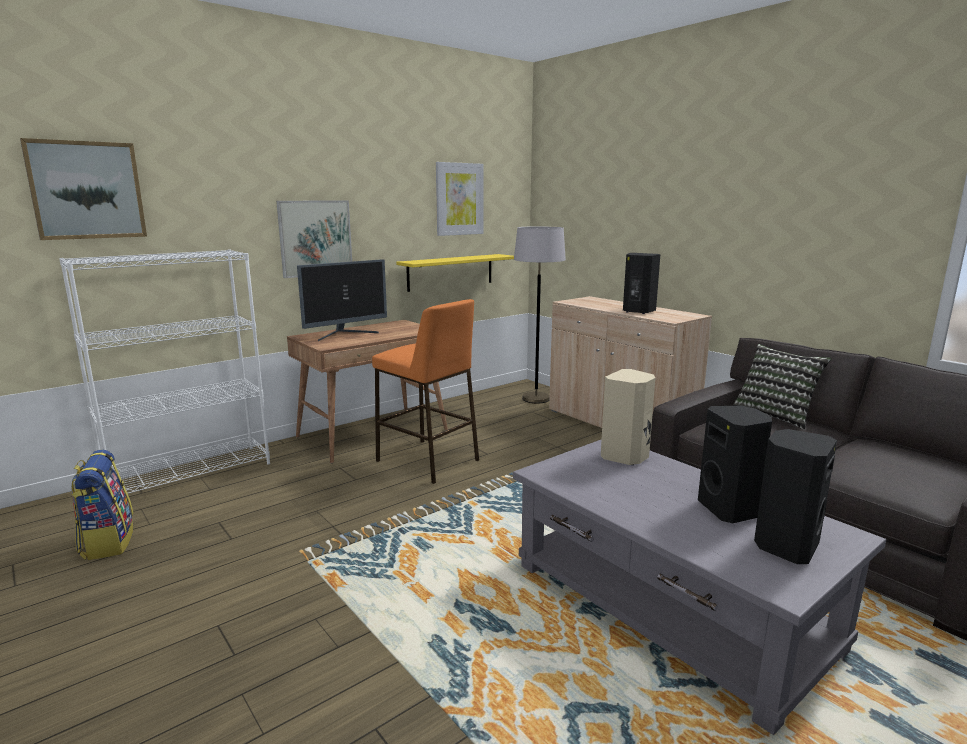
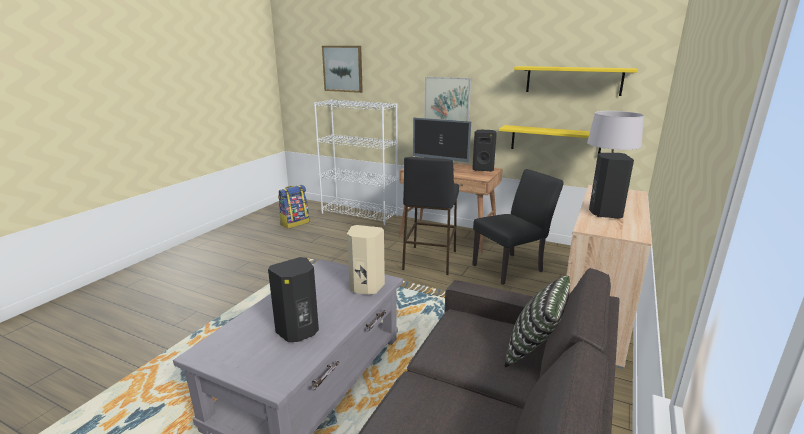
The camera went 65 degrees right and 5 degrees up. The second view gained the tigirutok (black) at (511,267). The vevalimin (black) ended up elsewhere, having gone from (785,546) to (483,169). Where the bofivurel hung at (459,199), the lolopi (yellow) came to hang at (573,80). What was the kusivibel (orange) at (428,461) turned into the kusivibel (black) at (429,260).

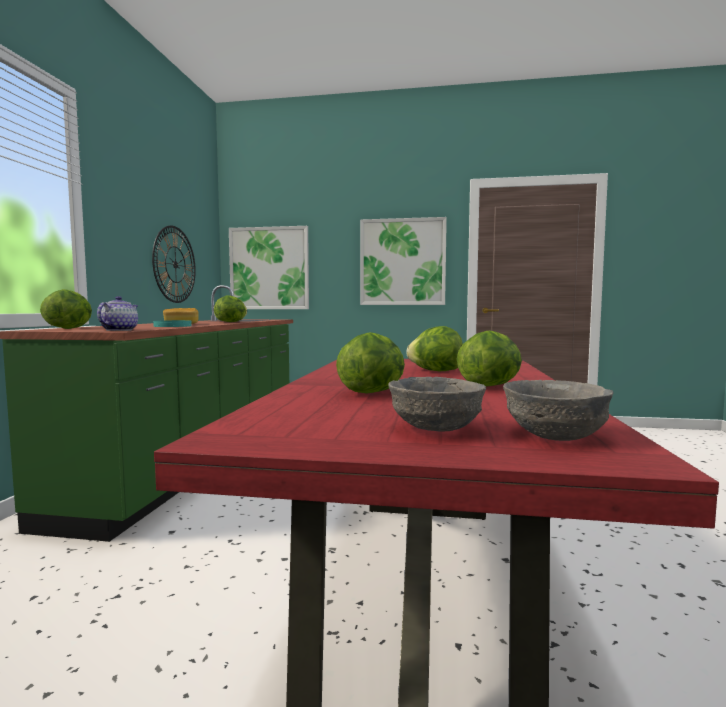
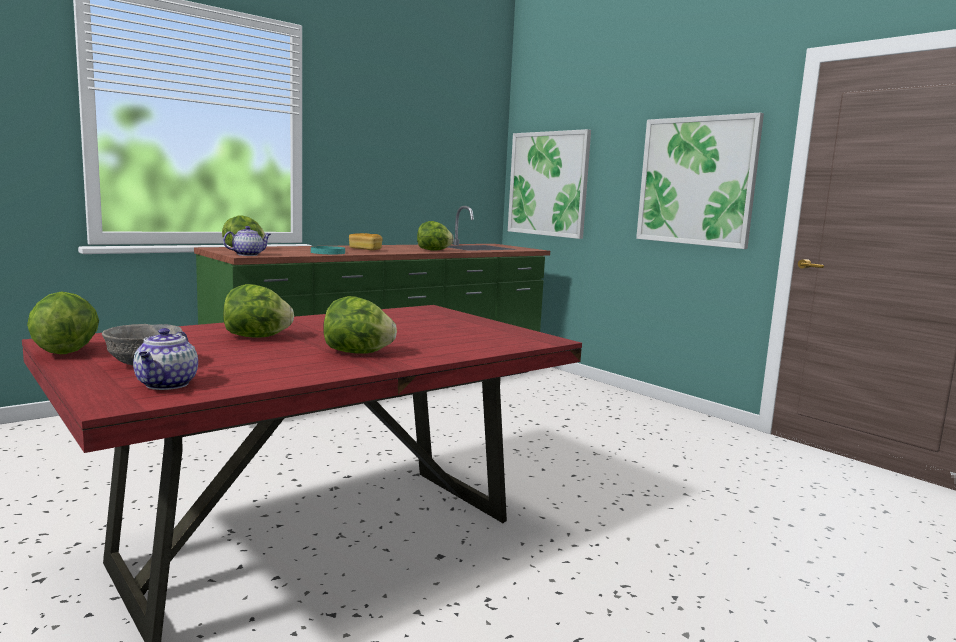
The camera went 40 degrees right and 5 degrees up. The second view lost the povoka at (175,264). The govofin ended up elsewhere, having gone from (436,371) to (66,352). Where the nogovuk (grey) stood at (556,435), the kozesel came to stand at (167,385).

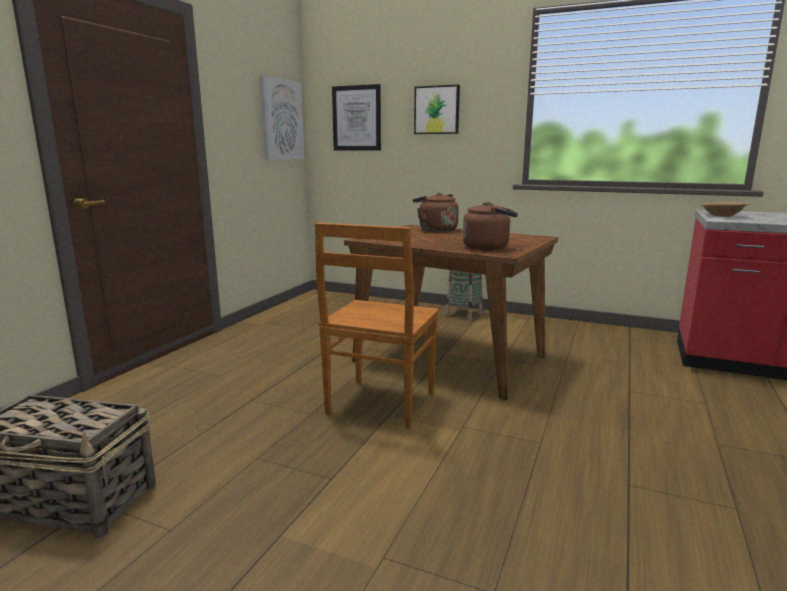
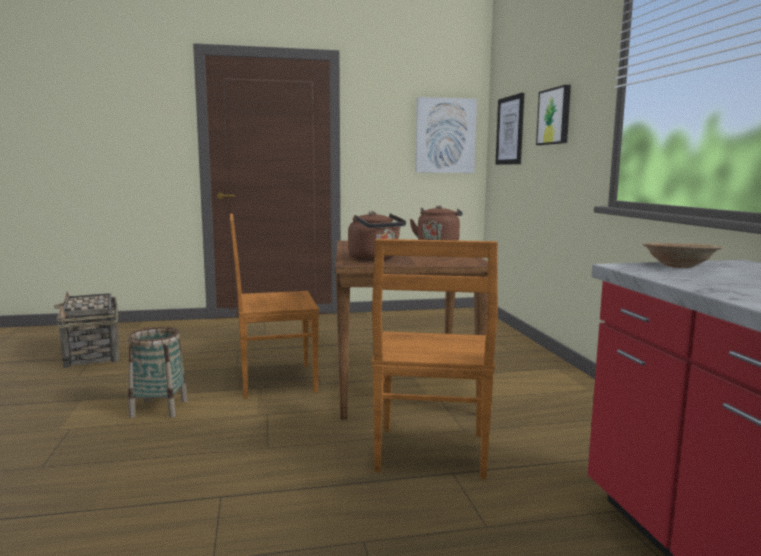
The camera went 55 degrees right and 5 degrees down. The second view gained the tigirutok (brown) at (430,454). The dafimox ended up elsewhere, having gone from (463,314) to (159,408).

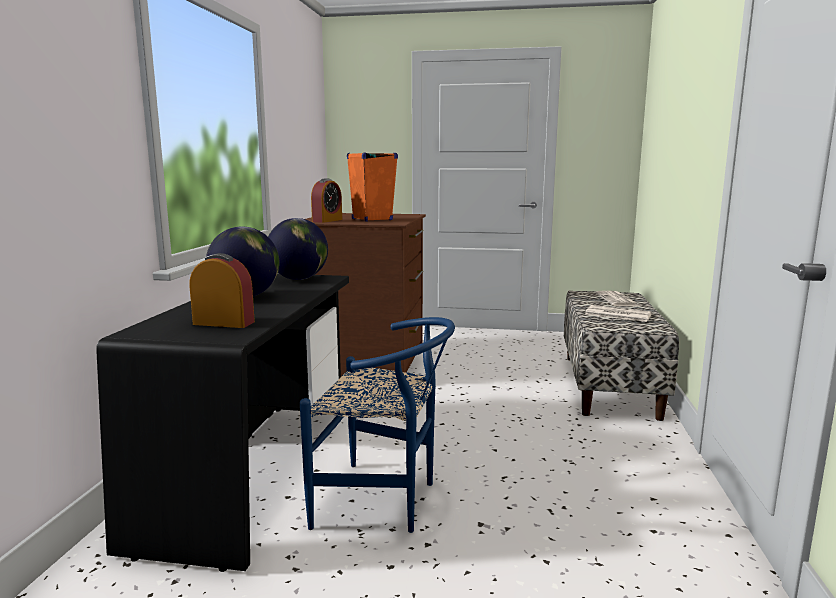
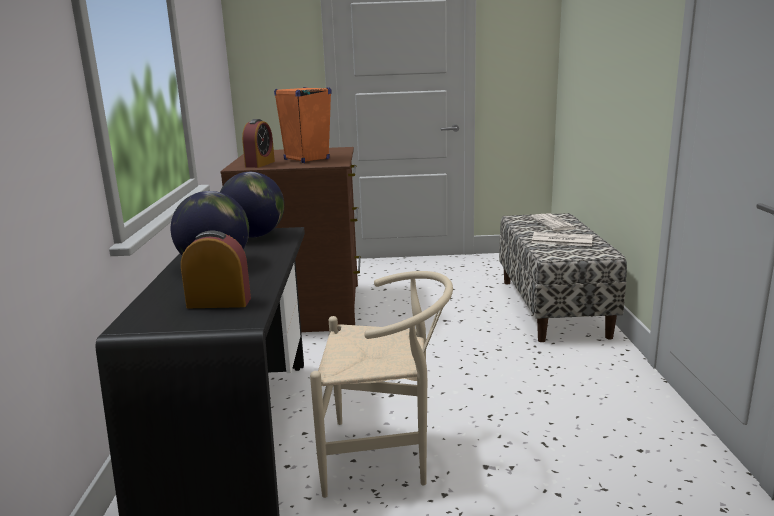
The camera went 10 degrees left and 5 degrees up. What was the tigirutok (blue) at (385,501) turned into the tigirutok (beige) at (387,456).

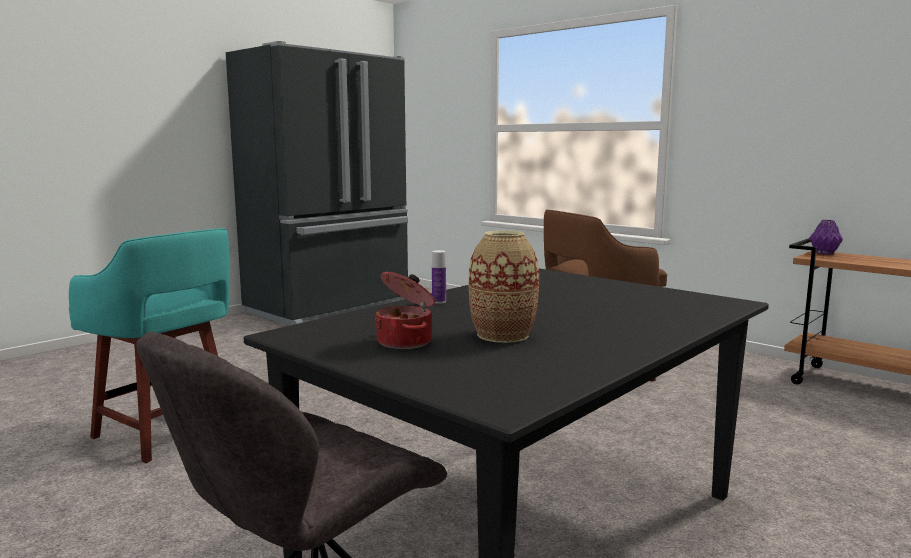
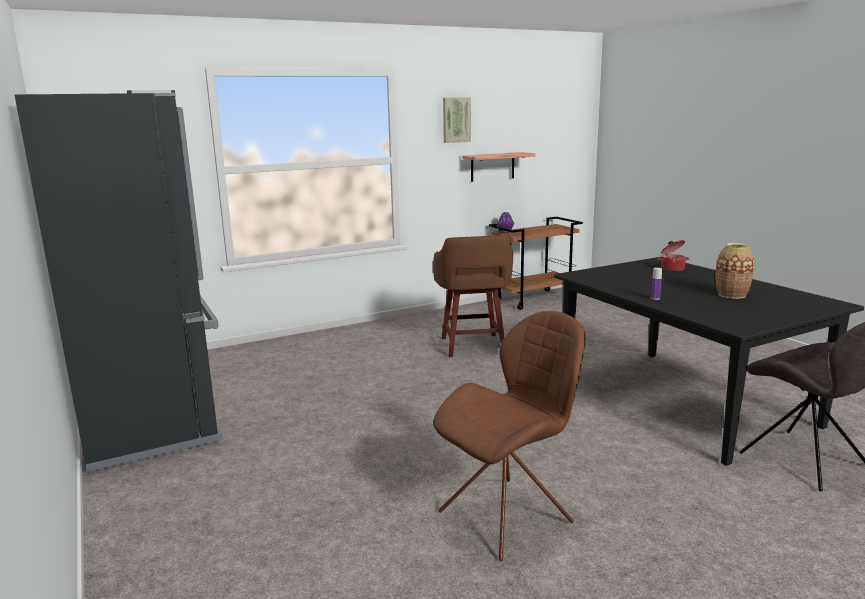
The camera went 70 degrees left and 5 degrees up. The second view gained the bofivurel at (456,120). The second view gained the lolopi at (492,166). The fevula ended up elsewhere, having gone from (406,342) to (672,268). Where the kusivibel (turquoise) stood at (167,433), the tigirutok (brown) came to stand at (509,515).

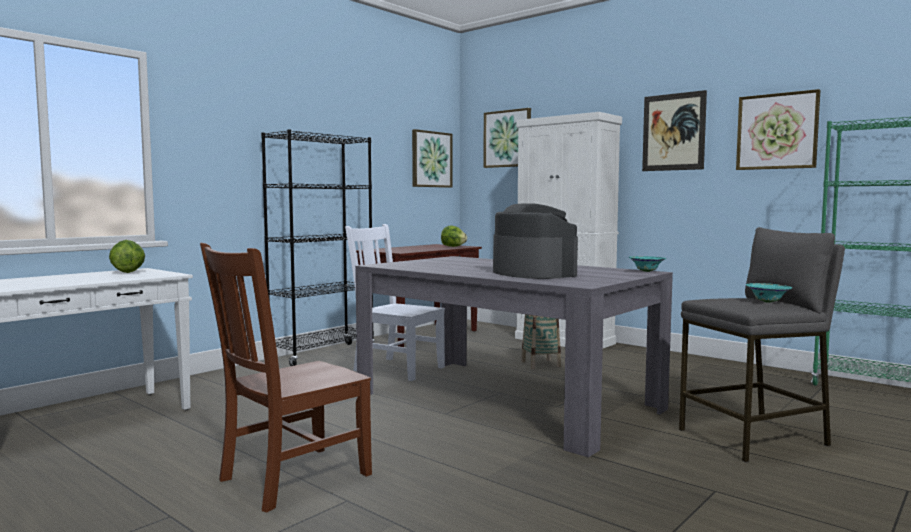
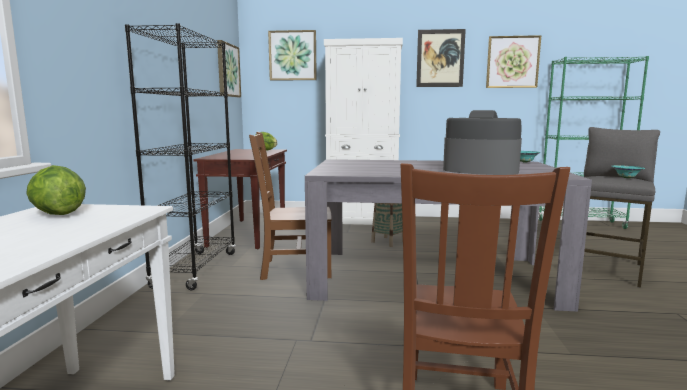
The camera went 35 degrees left and 5 degrees up. What was the tigirutok (white) at (396,368) turned into the tigirutok (brown) at (293,268).

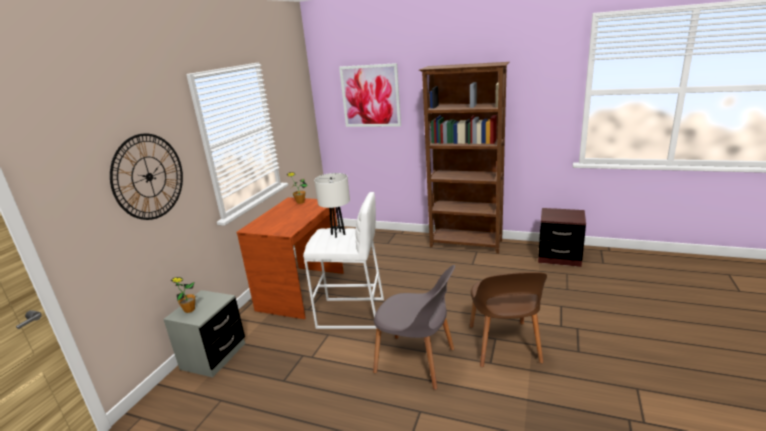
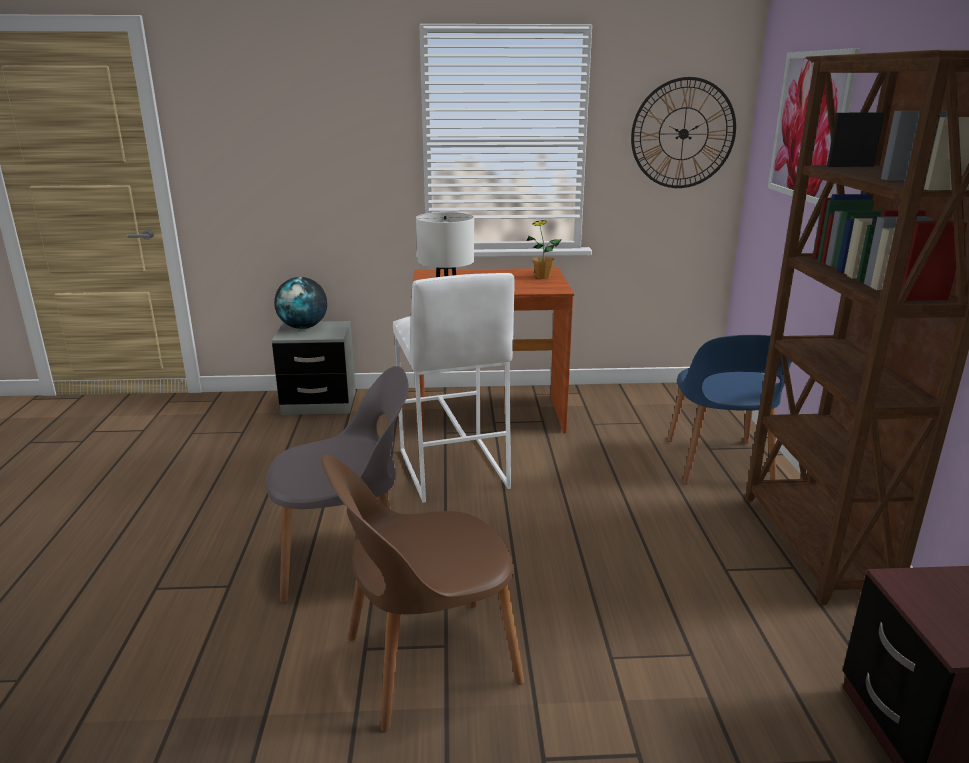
The camera went 65 degrees right and 0 degrees up. The second view gained the tigirutok (blue) at (718,464). The povoka ended up elsewhere, having gone from (149,177) to (683,134). Where the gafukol stood at (189,310), the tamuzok came to stand at (303,327). The tigirutok (grey) at (417,361) ended up facing another way, 105 degrees counterclockwise from before.

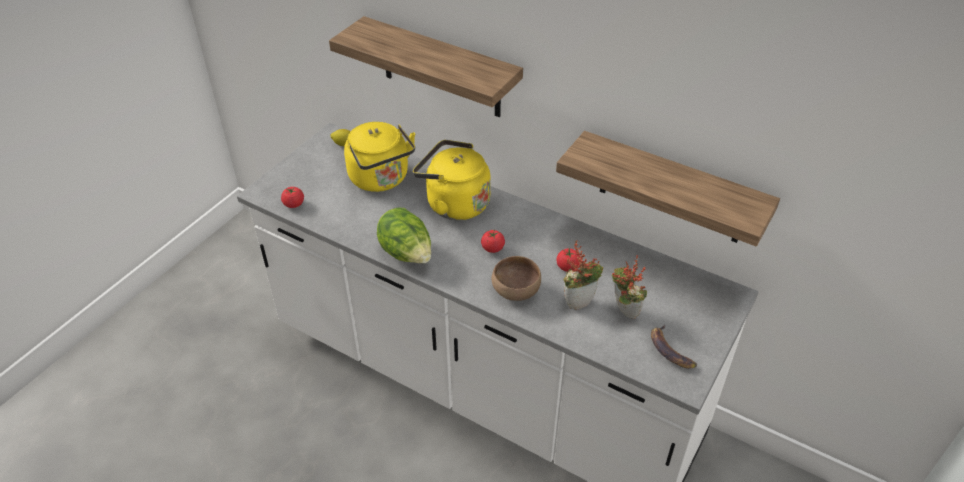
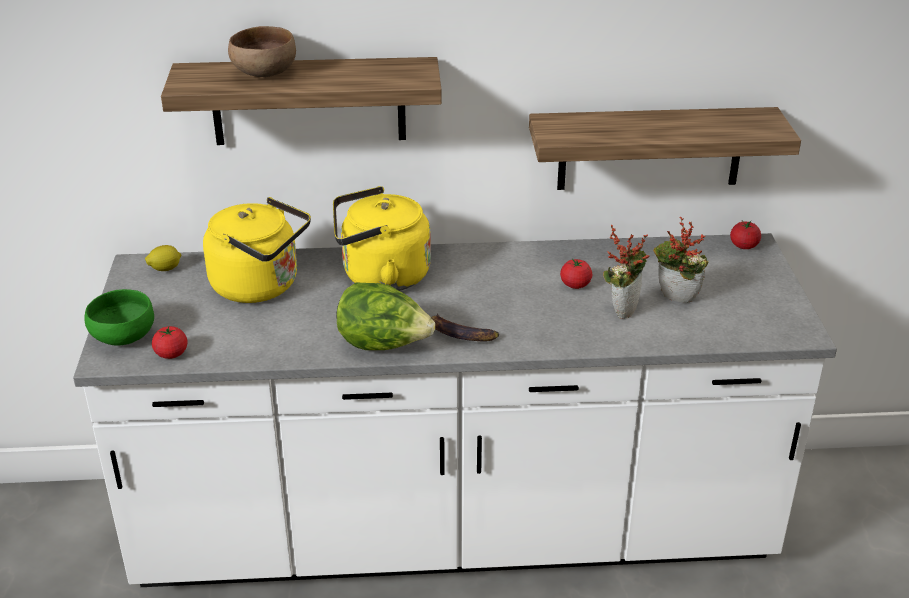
The camera went 35 degrees left and 10 degrees down. The second view gained the nogovuk (green) at (123,338). The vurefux ended up elsewhere, having gone from (492,248) to (743,246). The nogovuk (brown) ended up elsewhere, having gone from (515,291) to (264,74). The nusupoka ended up elsewhere, having gone from (669,350) to (460,334).

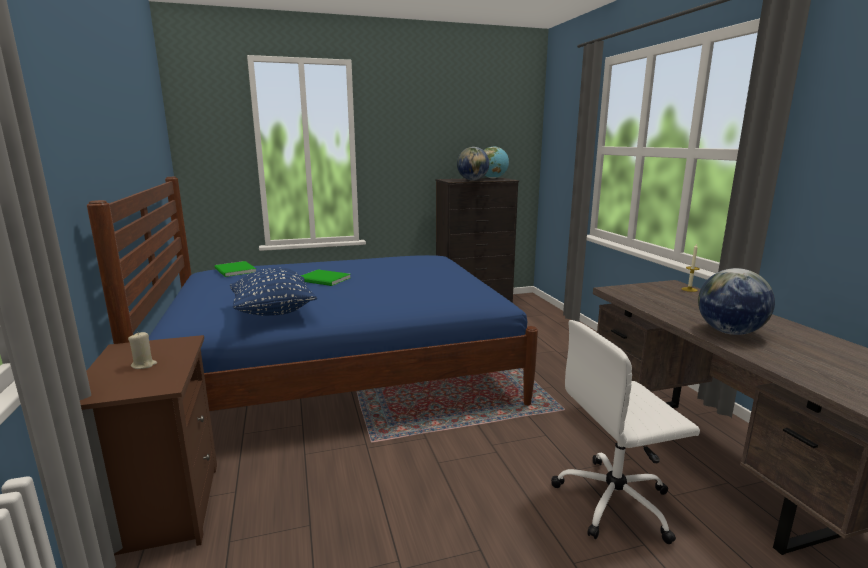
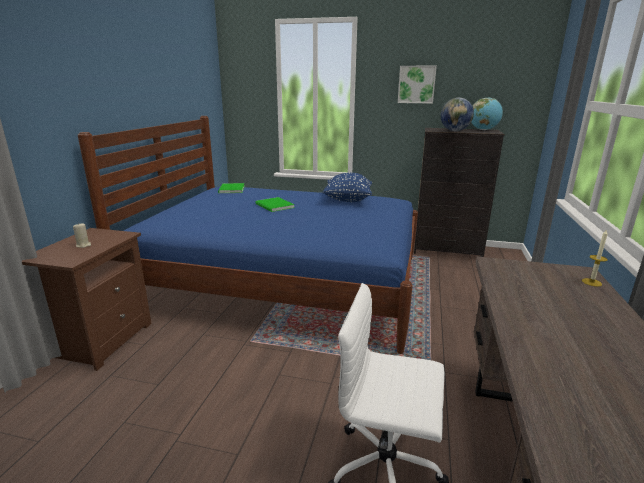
The camera went 30 degrees right and 5 degrees up. The second view lost the tamuzok at (729,332). The second view gained the bofivurel at (416,84). The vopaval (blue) ended up elsewhere, having gone from (273,312) to (348,200).

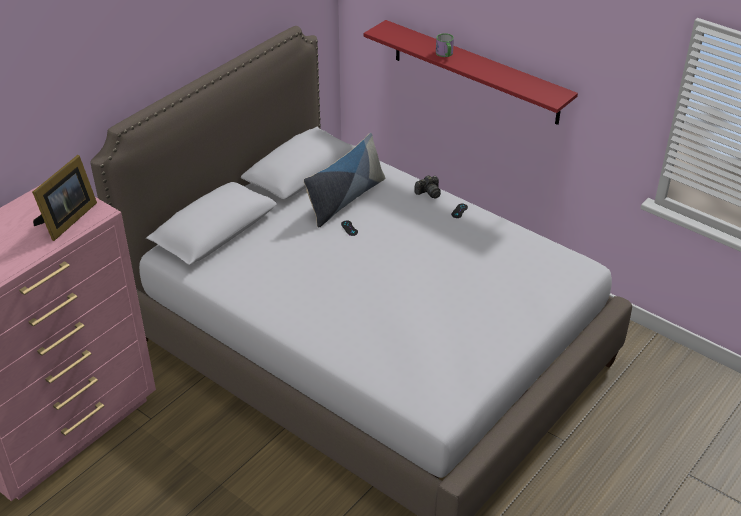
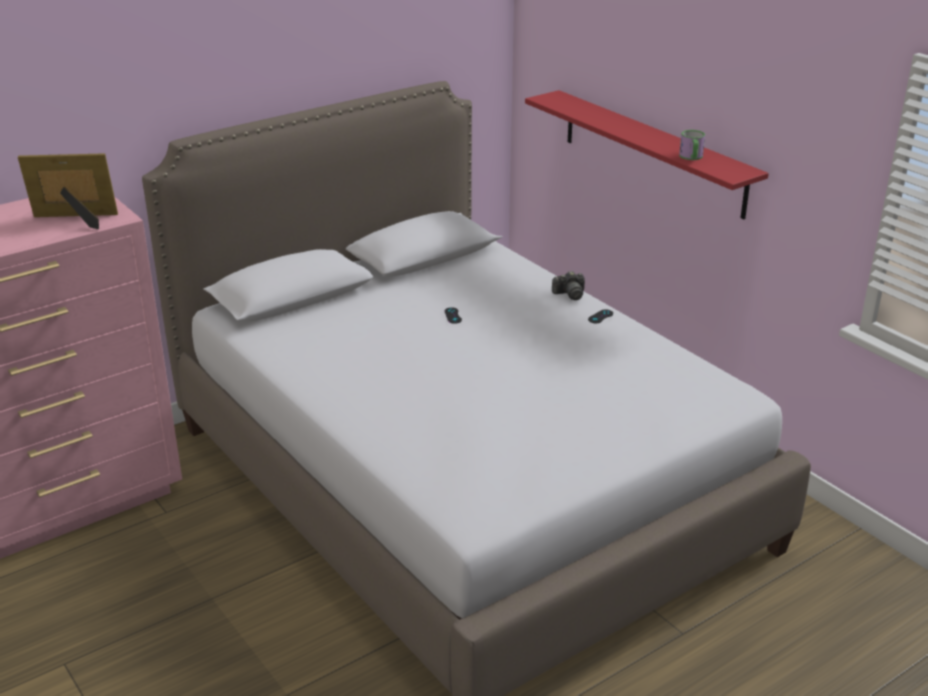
The camera went 15 degrees right and 10 degrees down. The second view lost the vopaval at (345,199). The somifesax ended up elsewhere, having gone from (445,54) to (691,157). The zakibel at (66,220) ended up facing another way, 135 degrees counterclockwise from before.

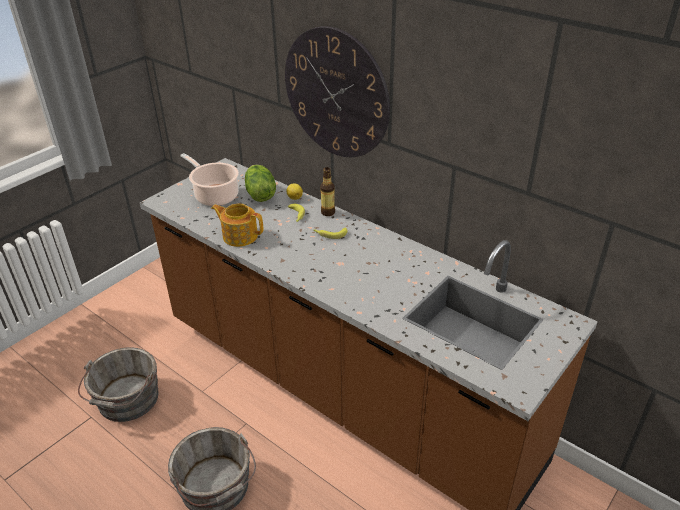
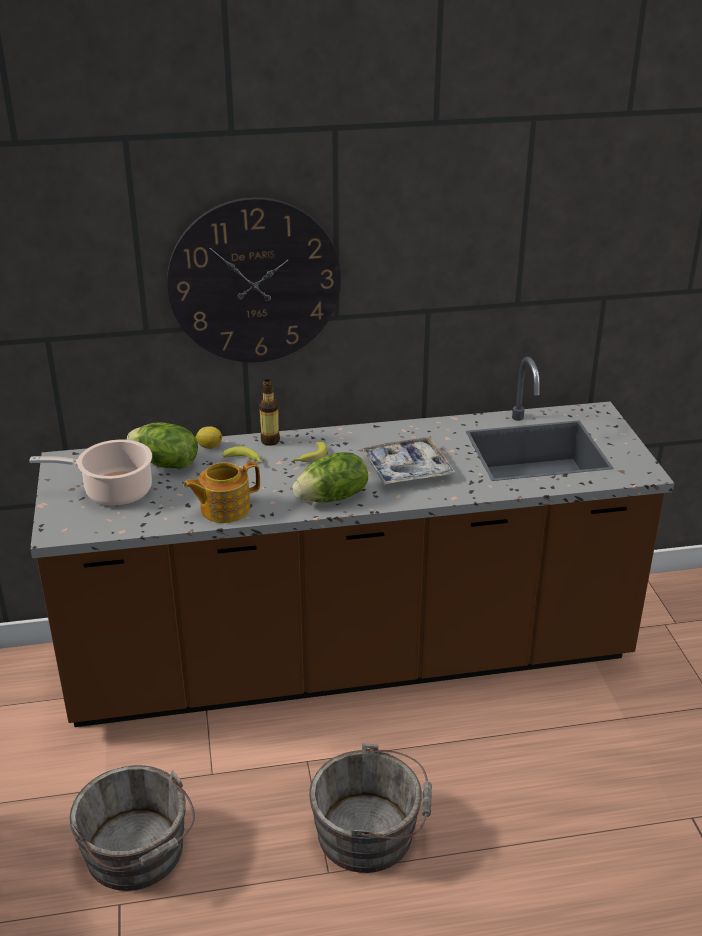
The camera went 50 degrees left and 5 degrees down. The second view gained the govofin at (333,498). The second view gained the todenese at (407,469).

